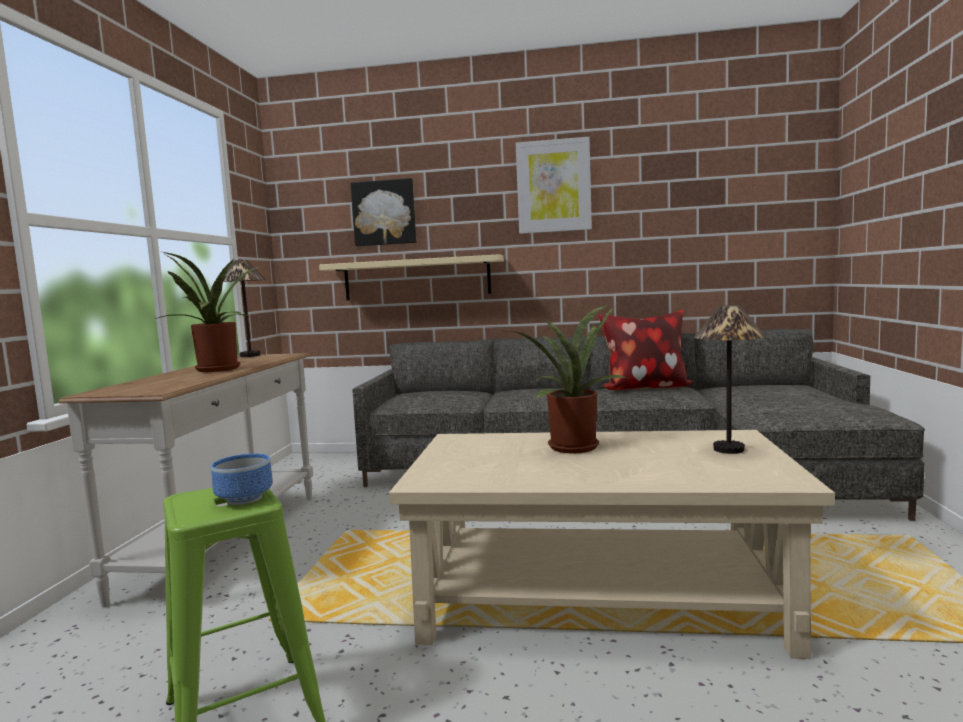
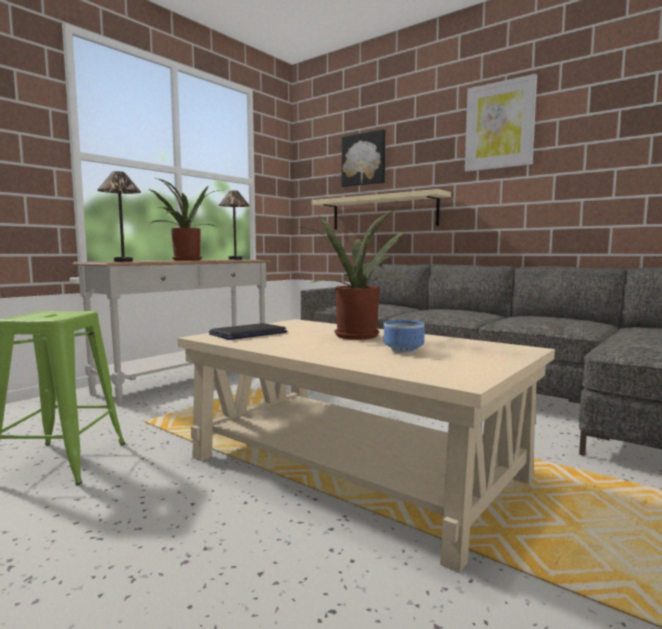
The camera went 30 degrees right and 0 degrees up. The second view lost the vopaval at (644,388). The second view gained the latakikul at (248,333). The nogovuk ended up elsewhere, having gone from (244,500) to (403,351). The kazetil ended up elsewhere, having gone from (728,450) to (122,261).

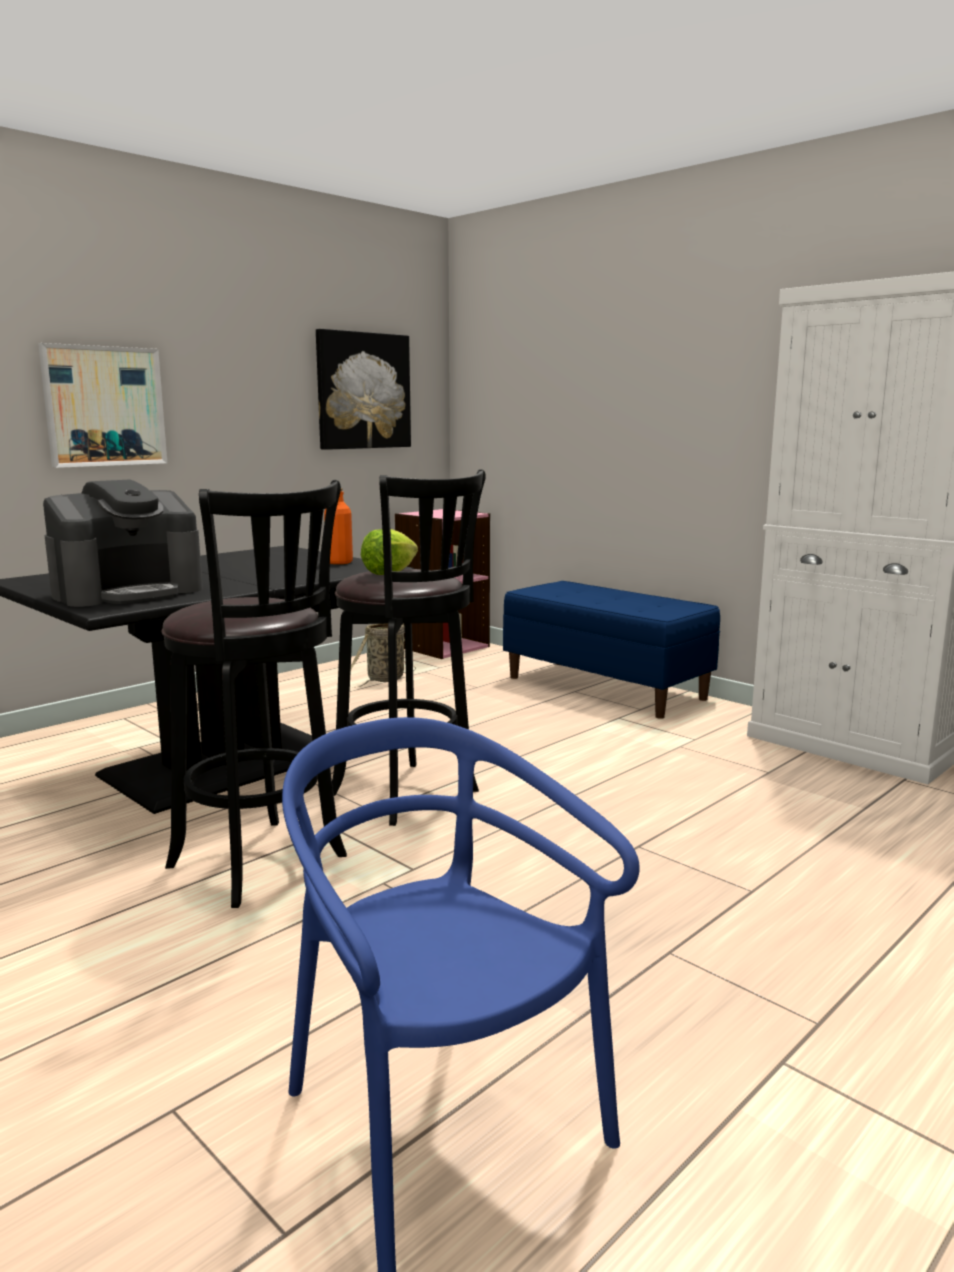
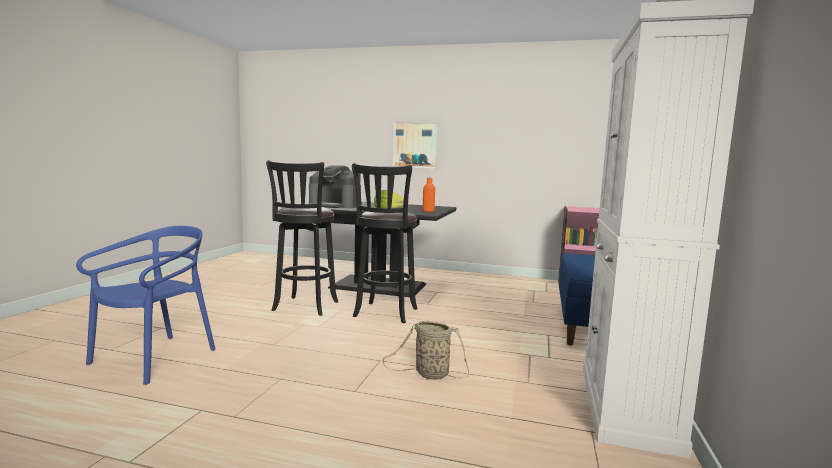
The camera went 60 degrees right and 5 degrees down. The second view lost the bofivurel at (363,391). The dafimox ended up elsewhere, having gone from (383,680) to (429,374).

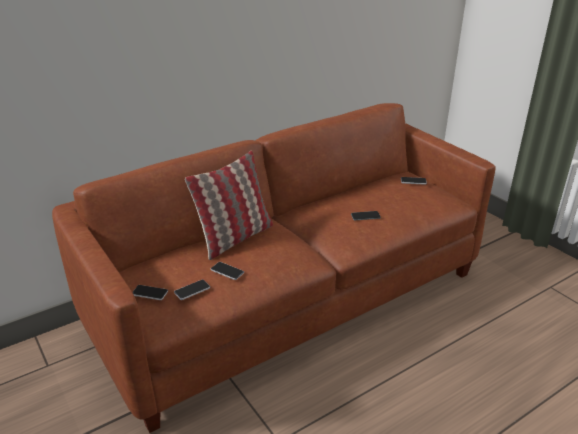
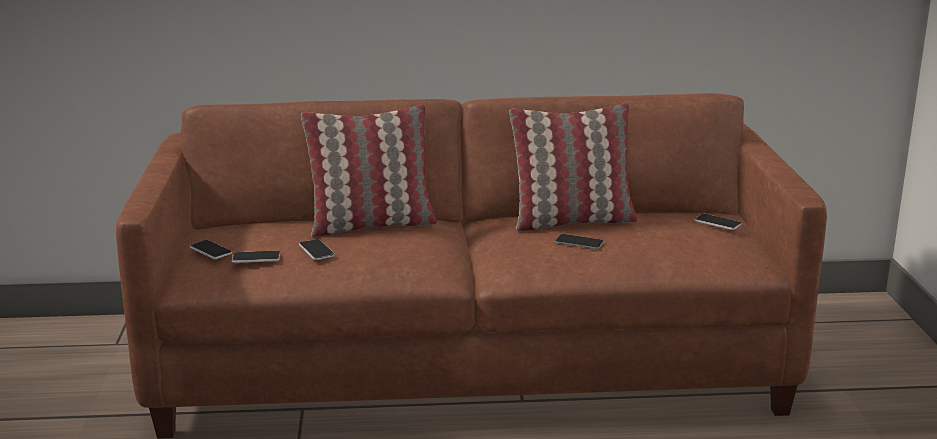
The camera went 30 degrees right and 10 degrees down. The second view gained the vopaval at (572,221).

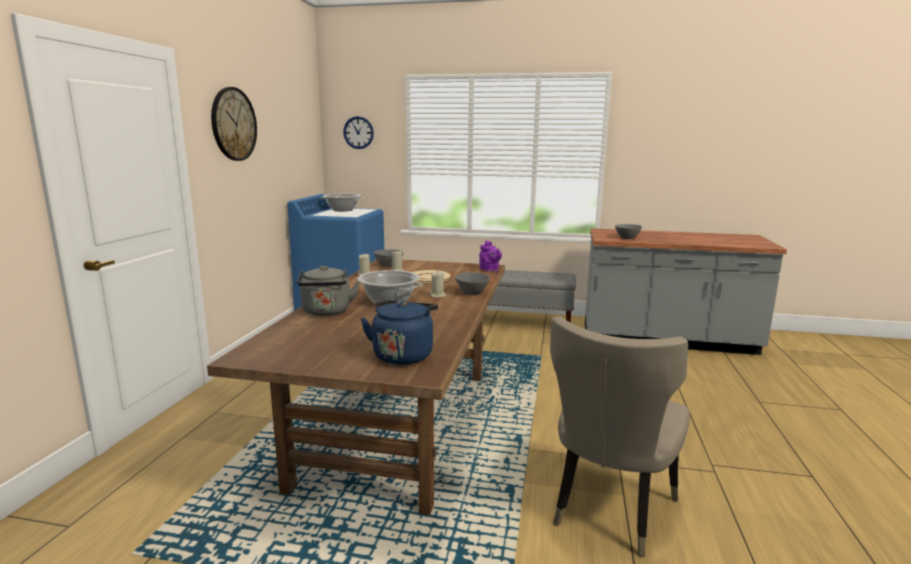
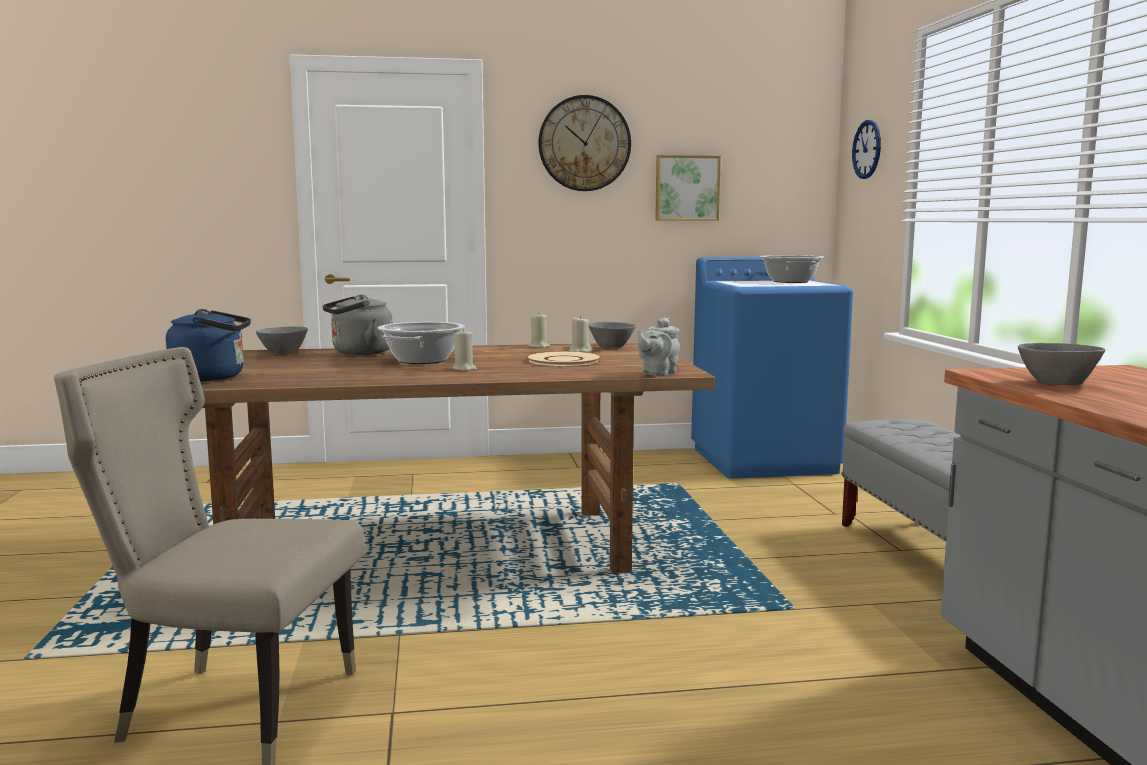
The camera went 70 degrees right and 5 degrees down. The second view gained the bofivurel at (686,188). The nogovuk (grey) ended up elsewhere, having gone from (471,293) to (282,352). What was the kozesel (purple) at (490,270) turned into the kozesel (grey) at (657,373).

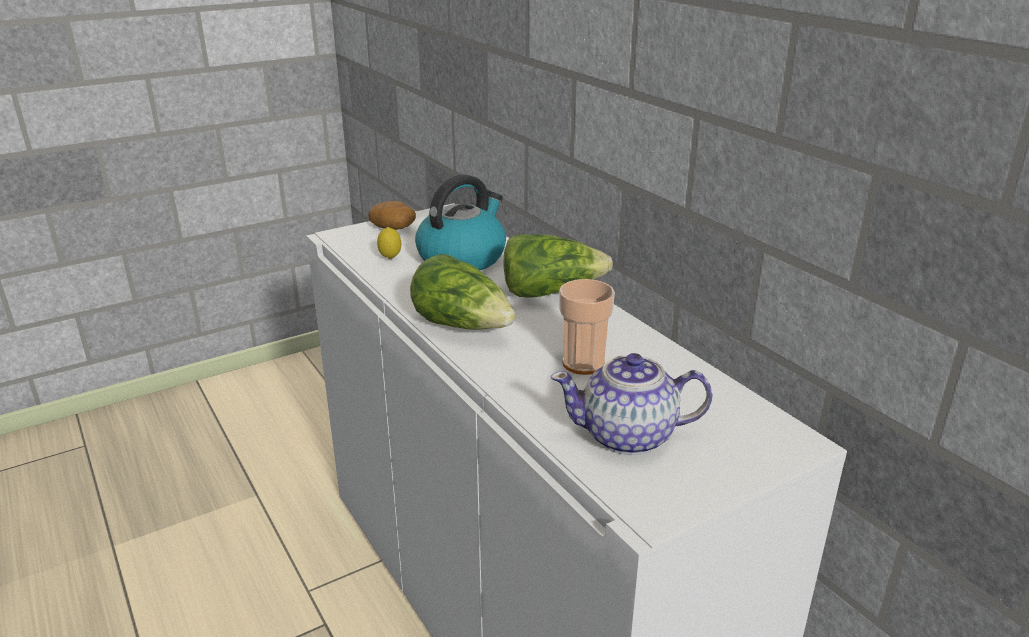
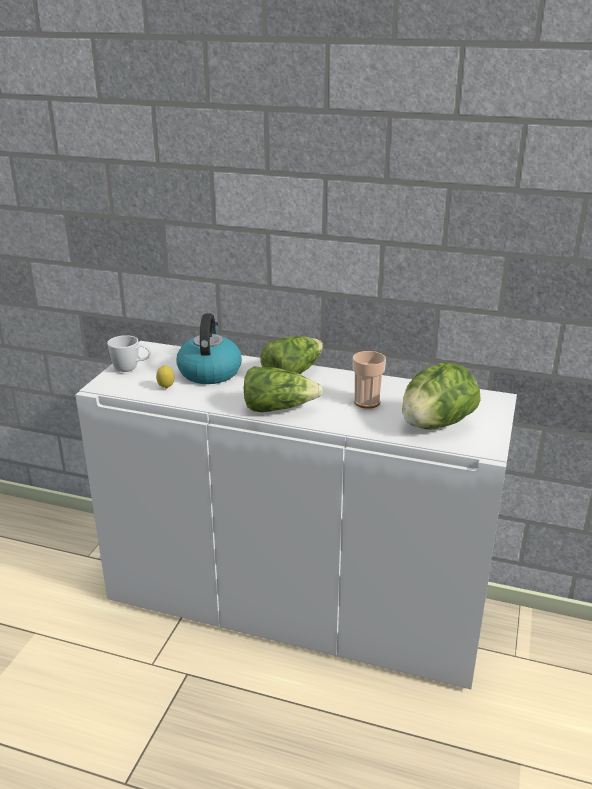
The camera went 40 degrees left and 0 degrees up. Where the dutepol stood at (394,228), the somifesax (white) came to stand at (131,369). Where the kozesel stood at (629,436), the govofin came to stand at (436,425).

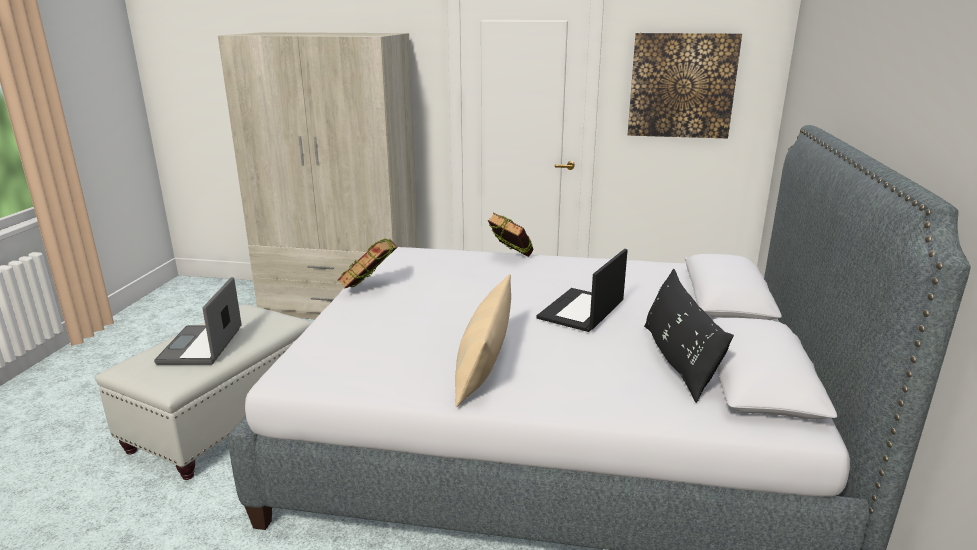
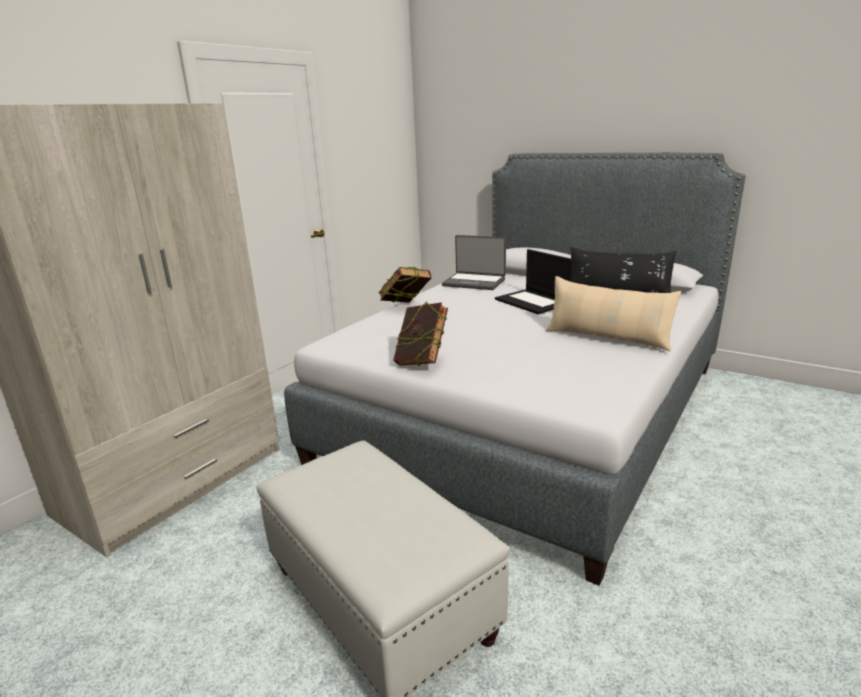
The camera went 65 degrees left and 0 degrees up. The second view lost the bofivurel at (682,86). The latakikul ended up elsewhere, having gone from (202,346) to (474,282).

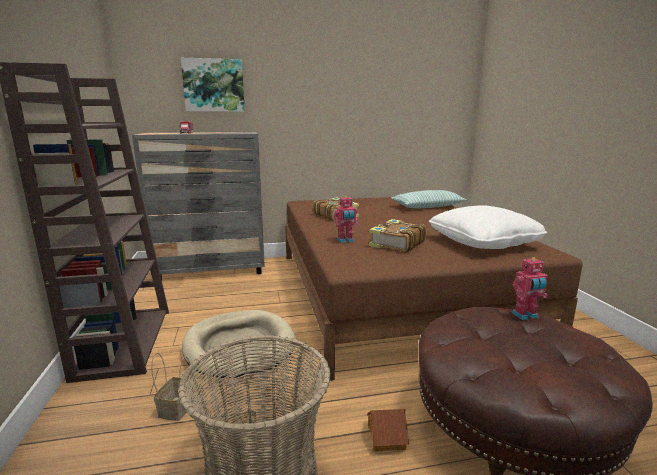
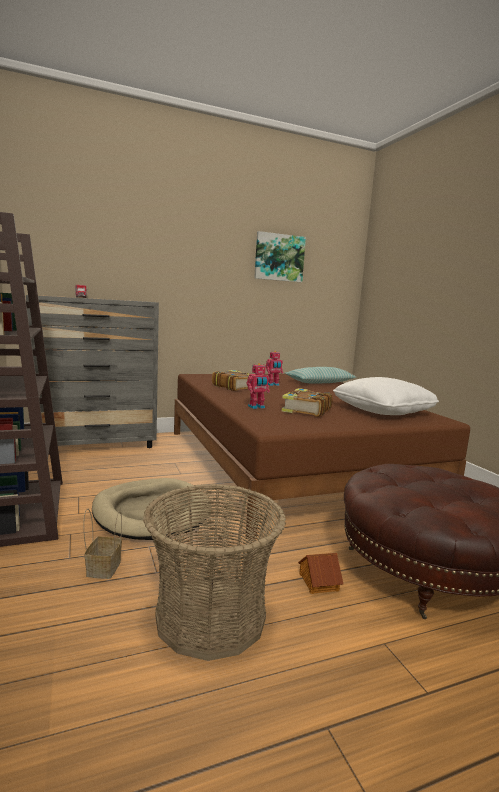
The camera went 10 degrees left and 5 degrees down. The bofivurel ended up elsewhere, having gone from (214,85) to (279,257). The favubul ended up elsewhere, having gone from (525,316) to (273,385).

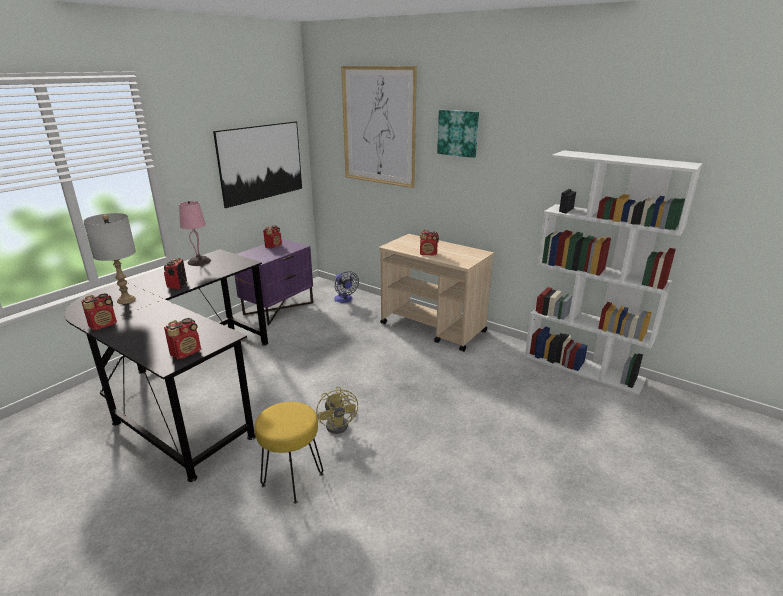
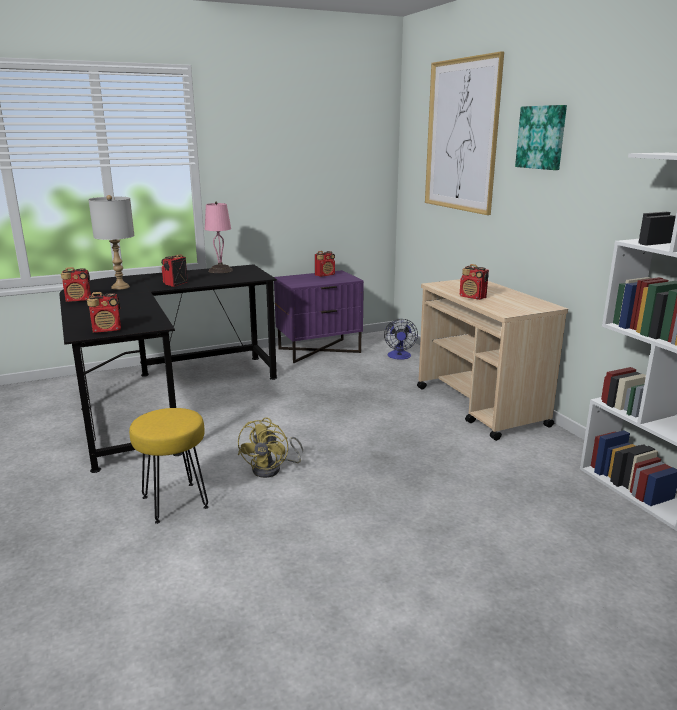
The camera went 30 degrees right and 5 degrees down. The second view lost the bofivurel at (261,162).

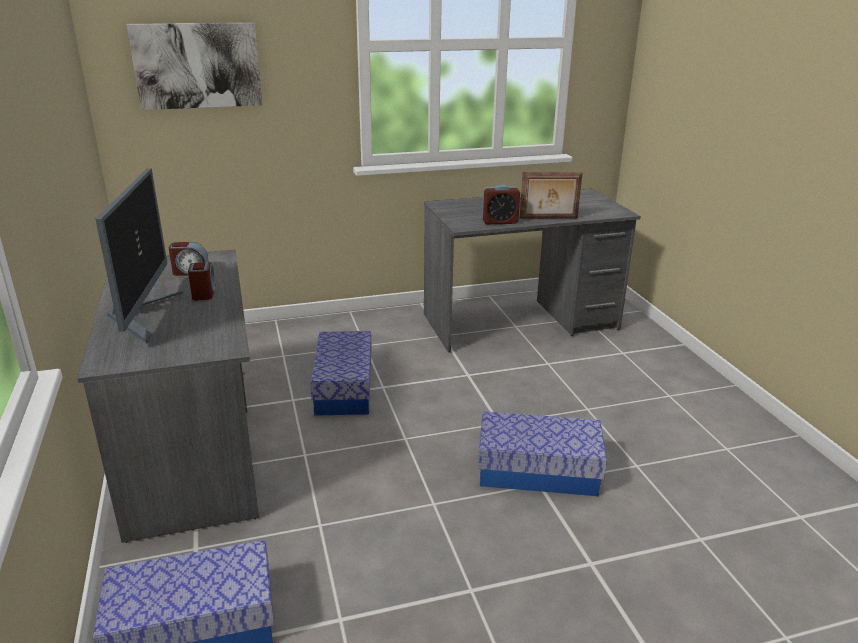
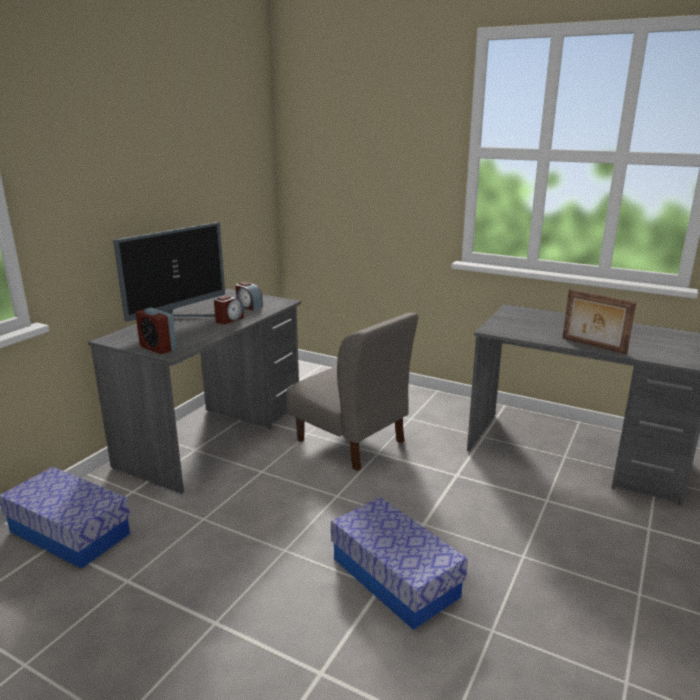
The camera went 45 degrees right and 5 degrees down. The second view lost the bofivurel at (197,65). The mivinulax ended up elsewhere, having gone from (499,221) to (158,348). Where the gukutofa stood at (344,388), the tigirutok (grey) came to stand at (351,441).

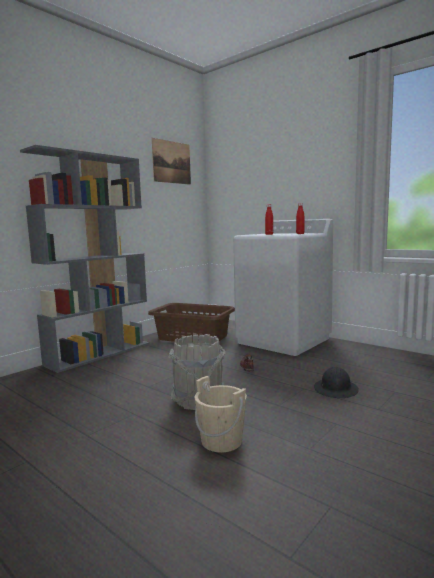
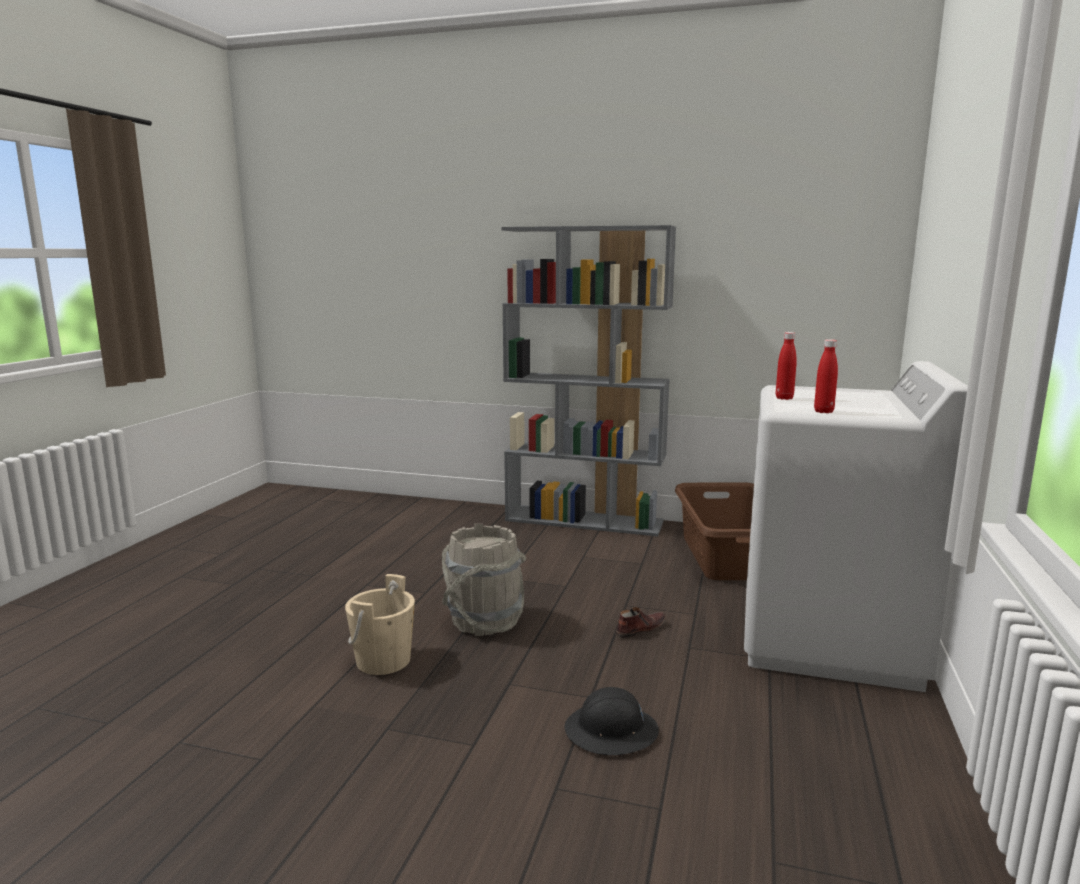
The camera went 65 degrees right and 5 degrees up. The second view lost the bofivurel at (171,162).

